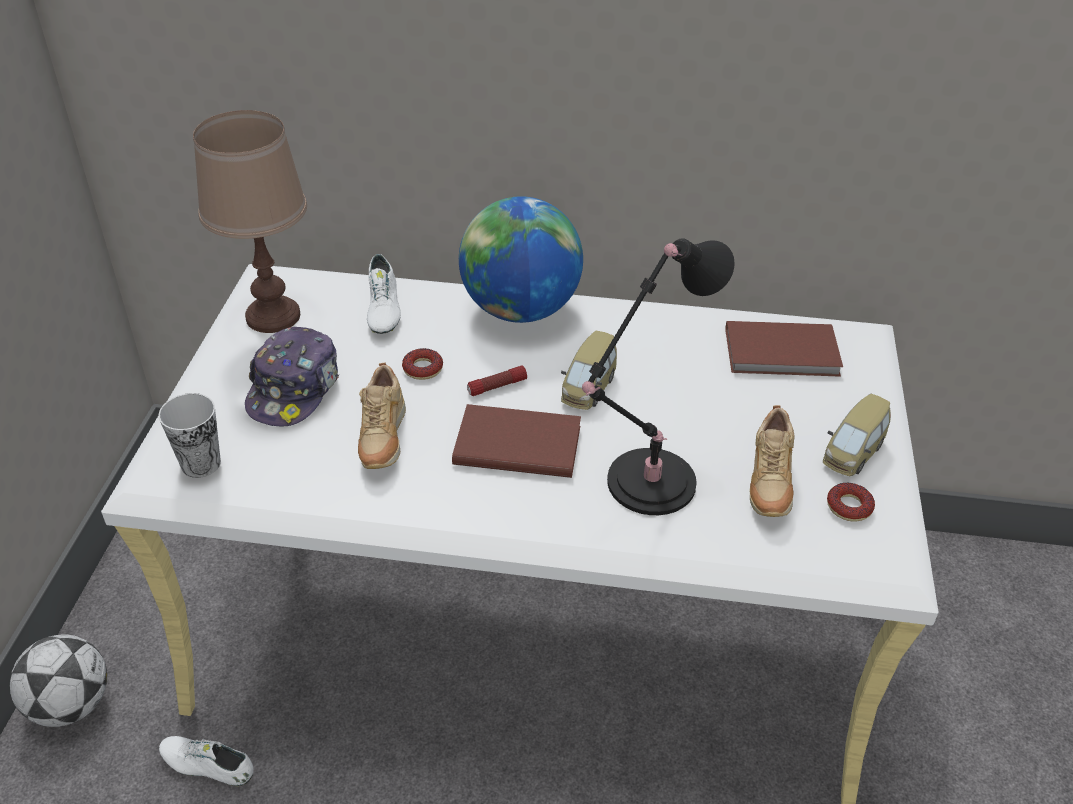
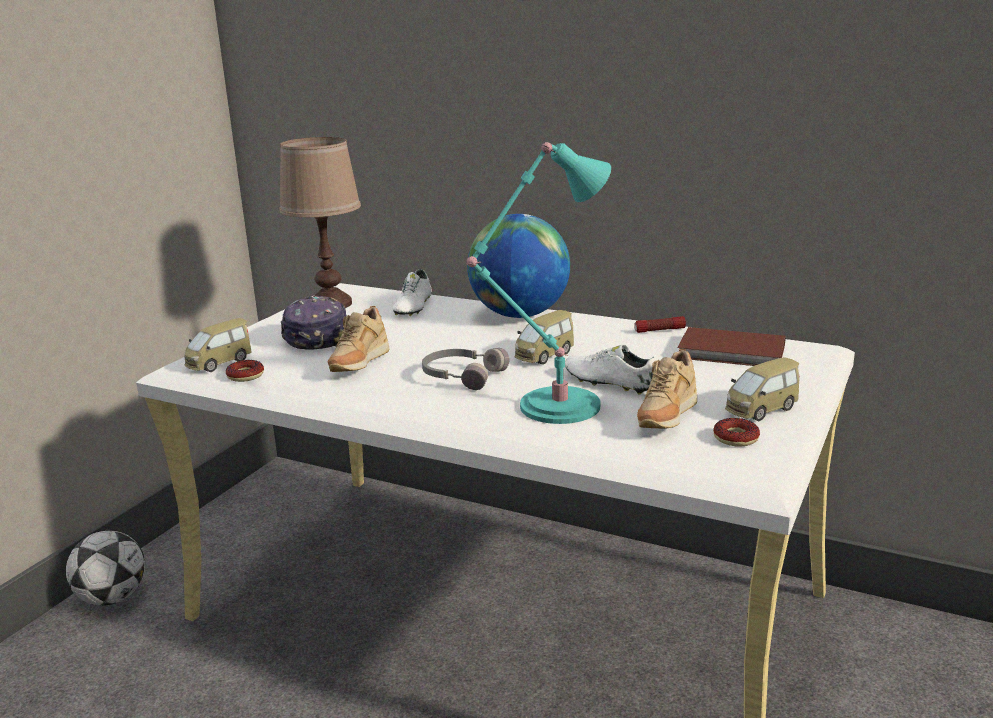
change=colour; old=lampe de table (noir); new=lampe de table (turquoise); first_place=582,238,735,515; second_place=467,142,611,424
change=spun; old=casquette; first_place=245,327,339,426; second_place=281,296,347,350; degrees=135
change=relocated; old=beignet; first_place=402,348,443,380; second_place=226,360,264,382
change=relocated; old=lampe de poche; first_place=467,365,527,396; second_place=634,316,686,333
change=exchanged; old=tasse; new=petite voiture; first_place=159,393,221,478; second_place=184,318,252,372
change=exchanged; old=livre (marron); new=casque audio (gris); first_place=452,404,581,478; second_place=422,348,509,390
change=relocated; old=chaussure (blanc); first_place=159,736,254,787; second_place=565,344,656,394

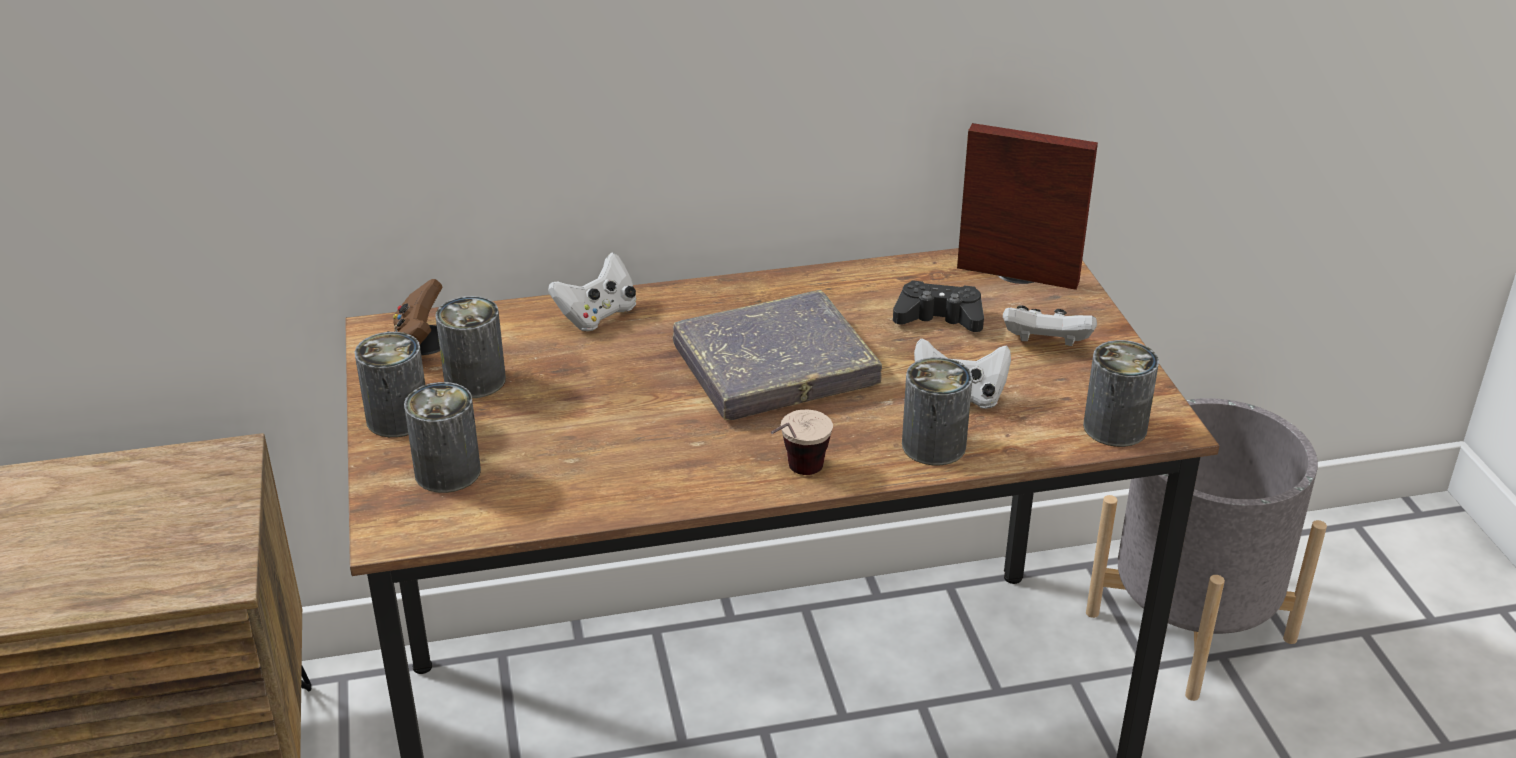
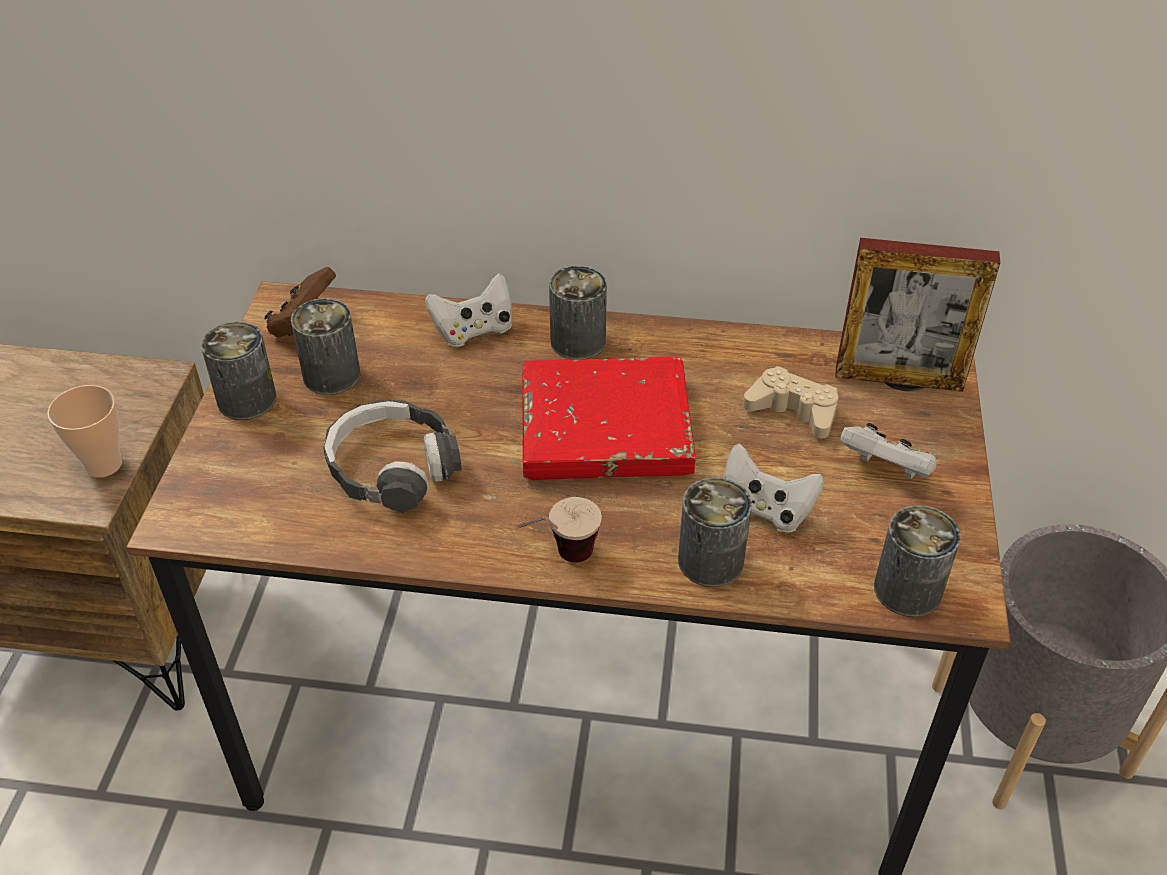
change=spun; old=cadre photo; first_place=957,123,1098,290; second_place=835,238,1000,392; degrees=150
change=colour; old=manette (noir); new=manette (beige); first_place=893,280,984,332; second_place=743,366,839,438
change=colour; old=livre (gris); new=livre (rouge); first_place=673,290,882,420; second_place=522,356,696,480
change=relocated; old=boîte métallique; first_place=404,382,481,493; second_place=549,266,607,360
change=appeared; new=tasse; second_place=47,385,122,478
change=appeared; new=casque audio; second_place=323,400,462,513

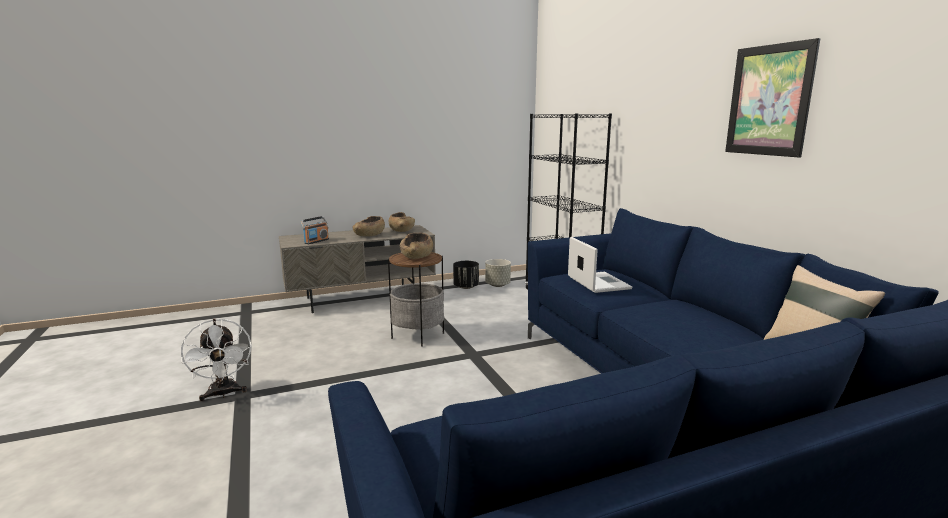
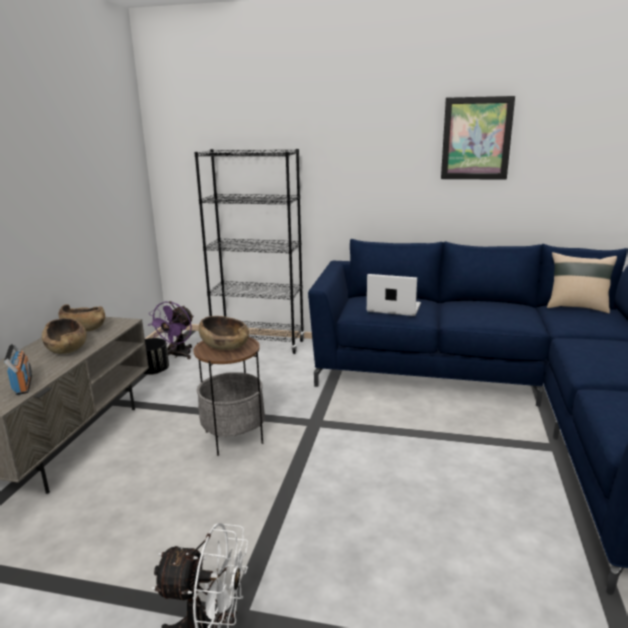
change=exchanged; old=cache-pot (gris); new=ventilateur (violet); first_place=485,259,511,287; second_place=148,301,194,359

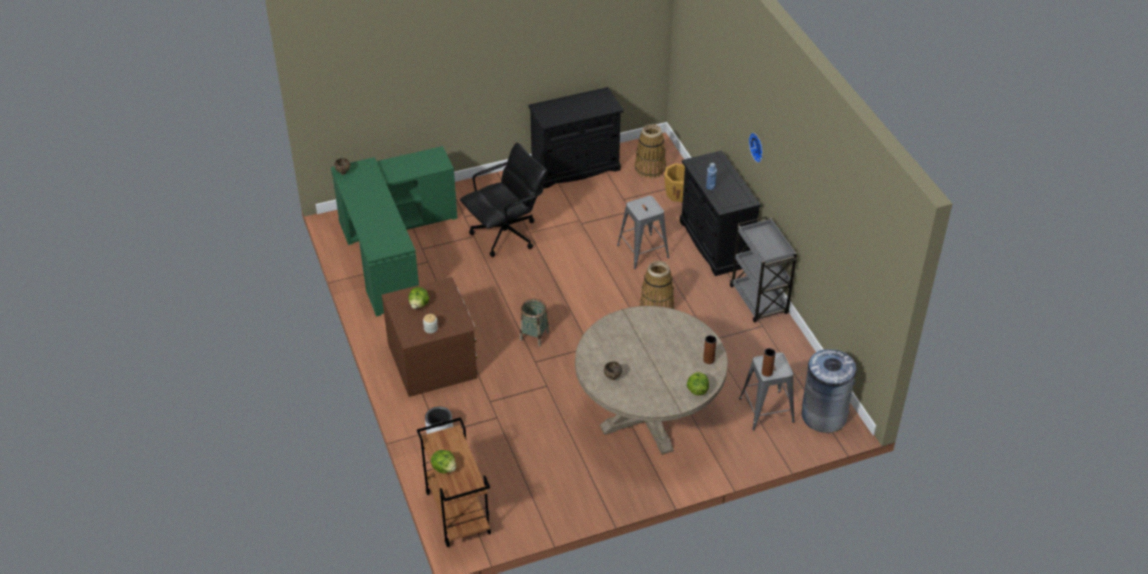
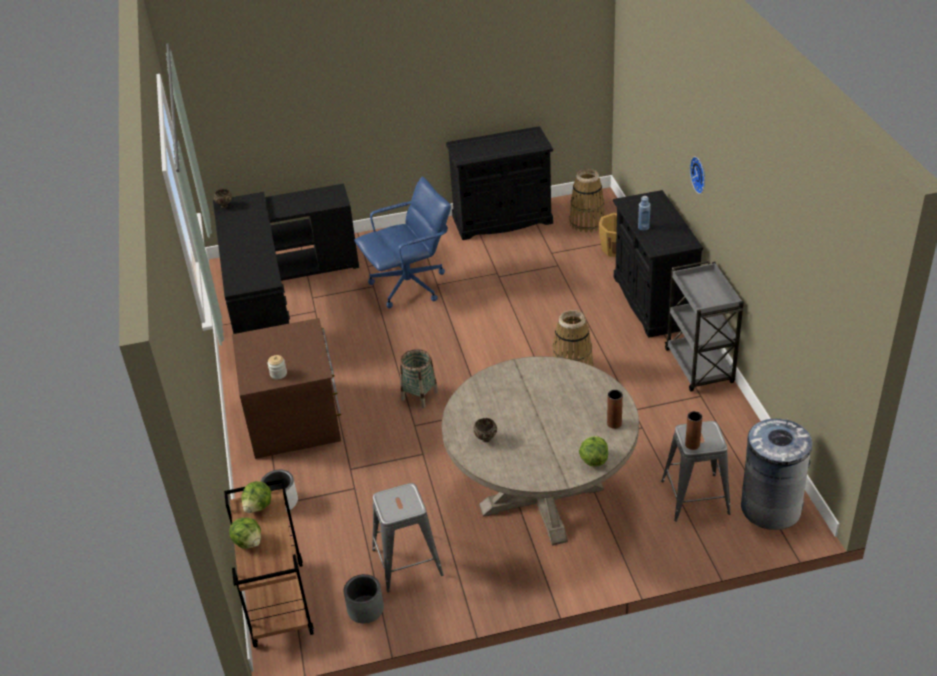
change=colour; old=chaise de bureau (noir); new=chaise de bureau (bleu); first_place=460,143,547,257; second_place=355,177,451,308
change=colour; old=bureau (vert); new=bureau (noir); first_place=331,146,457,317; second_place=213,184,359,334
change=relocated; old=tabouret (gris); first_place=617,196,669,269; second_place=372,483,444,592
change=relocated; old=laitue; first_place=409,287,429,309; second_place=241,481,271,513
change=appeared; new=cache-pot (gris); second_place=344,574,384,623

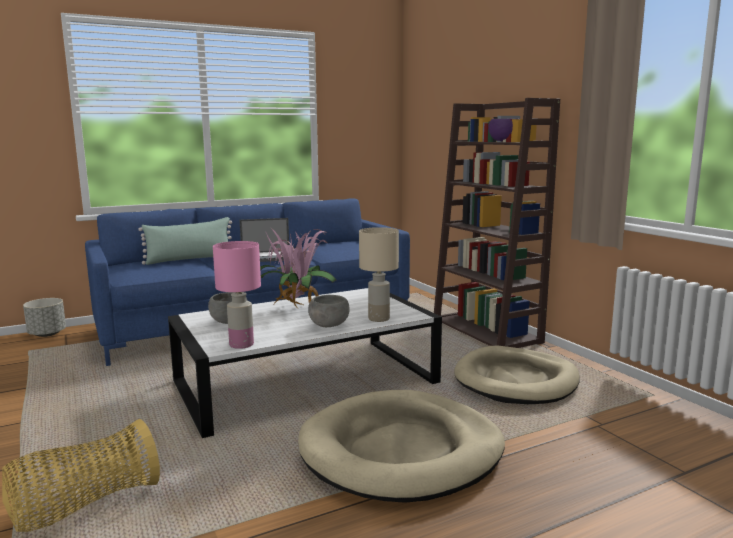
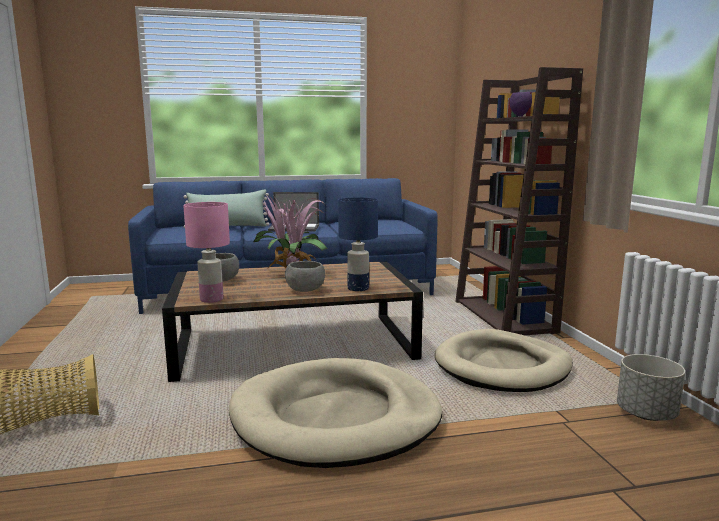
change=colour; old=lampe de table (beige); new=lampe de table (bleu); first_place=359,227,399,322; second_place=338,197,378,291
change=colour; old=table basse (blanc); new=table basse (marron); first_place=168,288,442,438; second_place=162,262,423,382
change=relocated; old=cache-pot (gris); first_place=23,298,66,337; second_place=617,354,685,421

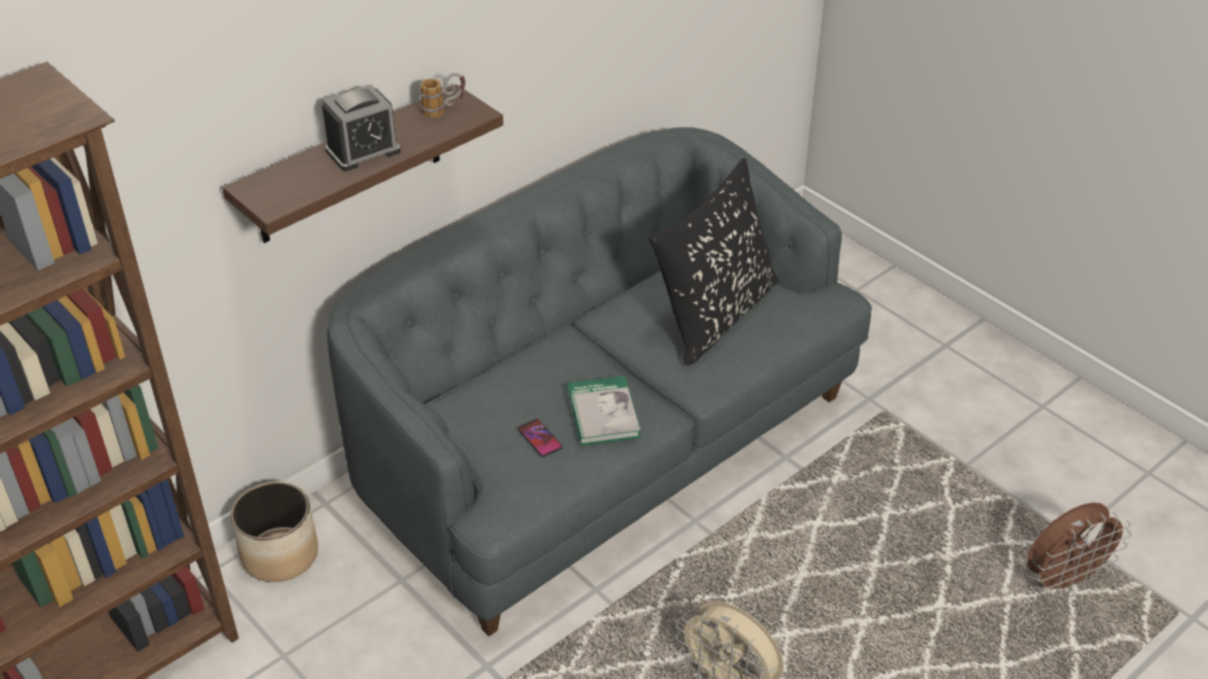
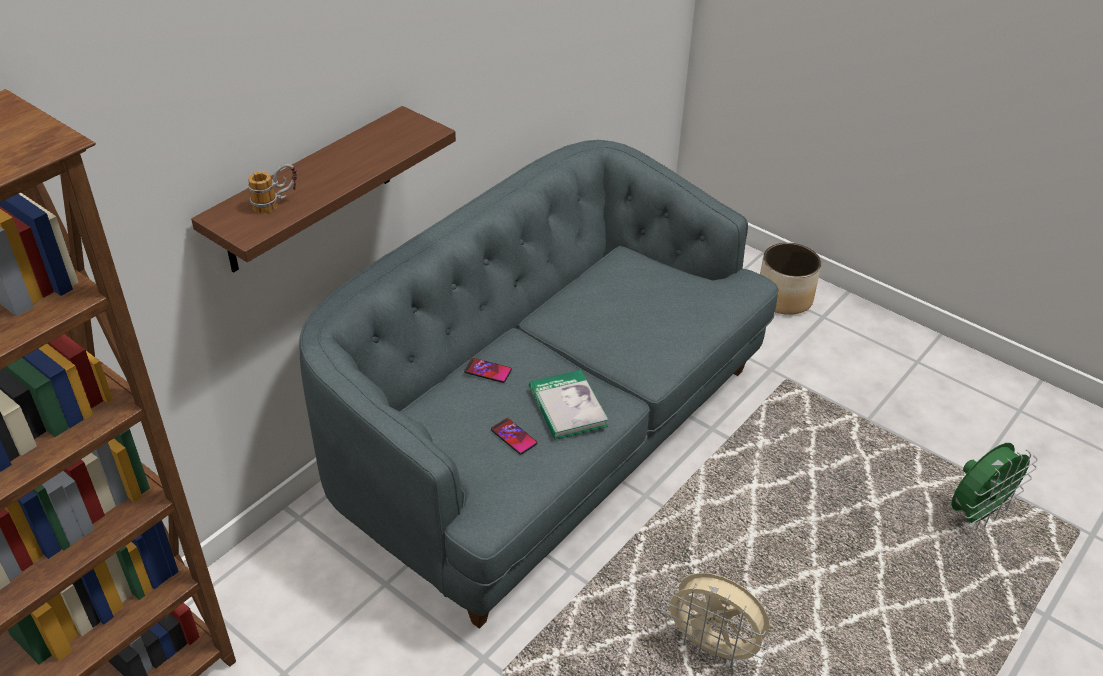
change=relocated; old=mug; first_place=420,73,465,118; second_place=248,164,297,213
change=missing; old=réveil; first_place=322,84,401,171
change=missing; old=coussin (noir); first_place=648,158,779,366
change=relocated; old=cache-pot; first_place=231,482,318,582; second_place=760,243,821,315
change=colour; old=ventilateur (marron); new=ventilateur (vert); first_place=1027,502,1131,597; second_place=951,443,1038,530
change=appeared; new=téléphone; second_place=464,358,512,383

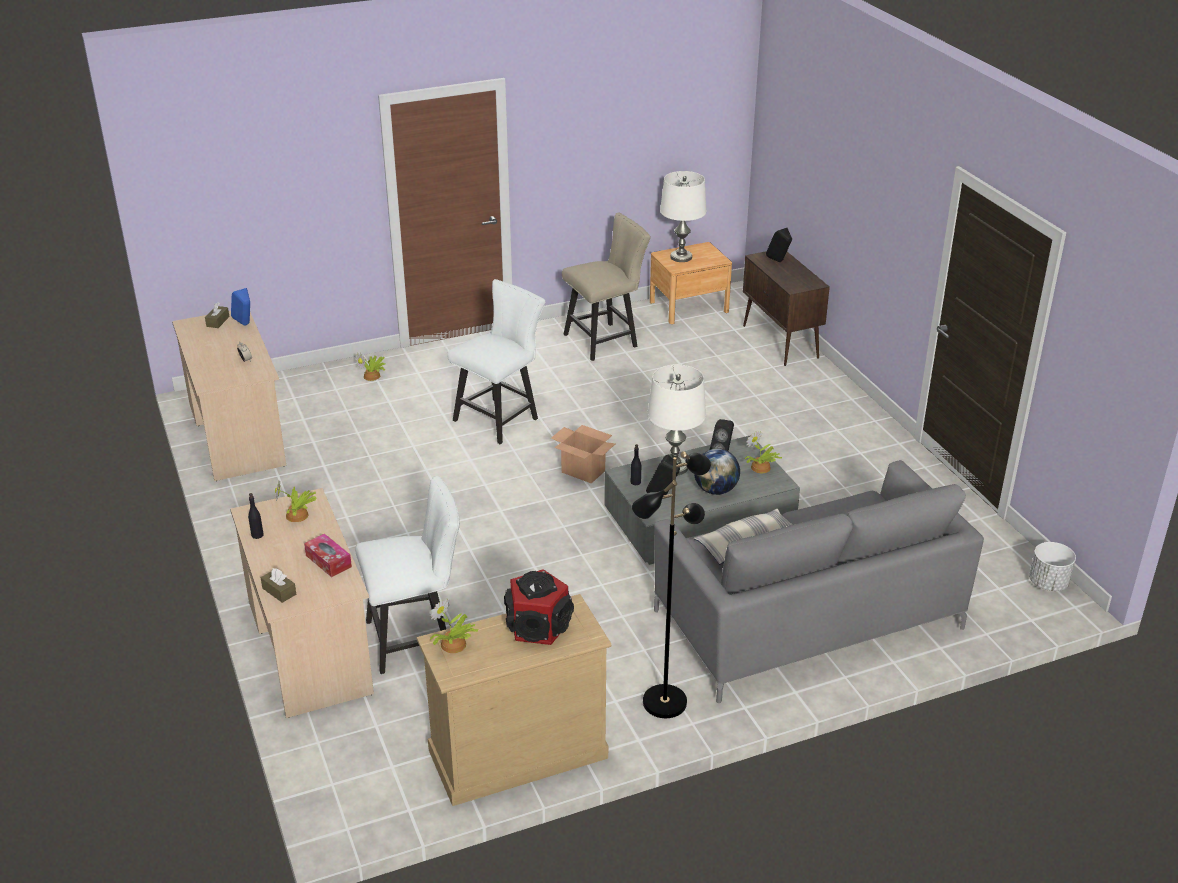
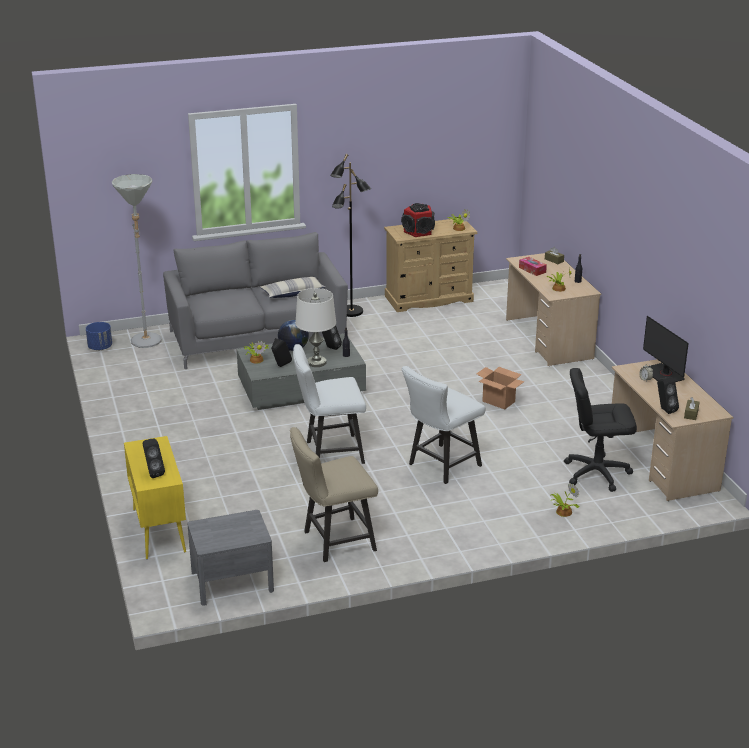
change=missing; old=lampe de table (blanc); first_place=660,171,707,262
change=colour; old=table de chevet (marron); new=table de chevet (gris); first_place=650,242,732,324; second_place=187,510,274,606
change=colour; old=meuble de rangement (marron); new=meuble de rangement (jaune); first_place=743,252,830,366; second_place=124,436,186,559
change=colour; old=enceinte (bleu); new=enceinte (noir); first_place=231,288,250,326; second_place=657,377,679,414
change=relocated; old=carton; first_place=551,425,615,483; second_place=476,367,524,410
change=relocated; old=chaise (blanc); first_place=355,476,460,674; second_place=293,344,366,464
change=colour; old=cache-pot (blanc); new=cache-pot (bleu); first_place=1029,542,1076,591; second_place=86,322,112,350
change=appeared; new=lampadaire (gris); second_place=112,174,162,348
change=appeared; new=écran d'ordinateur; second_place=643,316,689,382
change=appeared; new=chaise de bureau (noir); second_place=564,368,637,492

